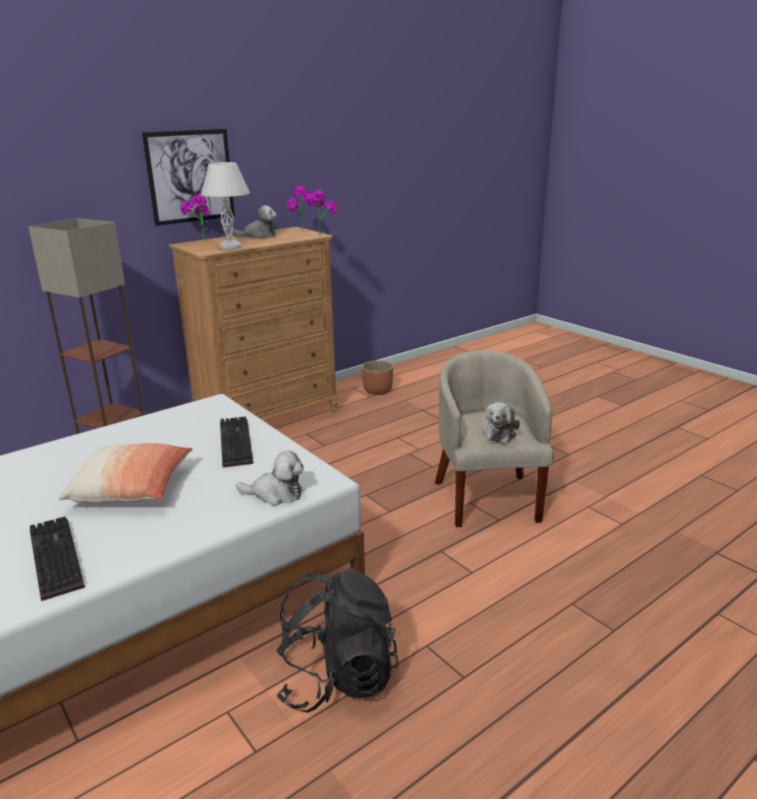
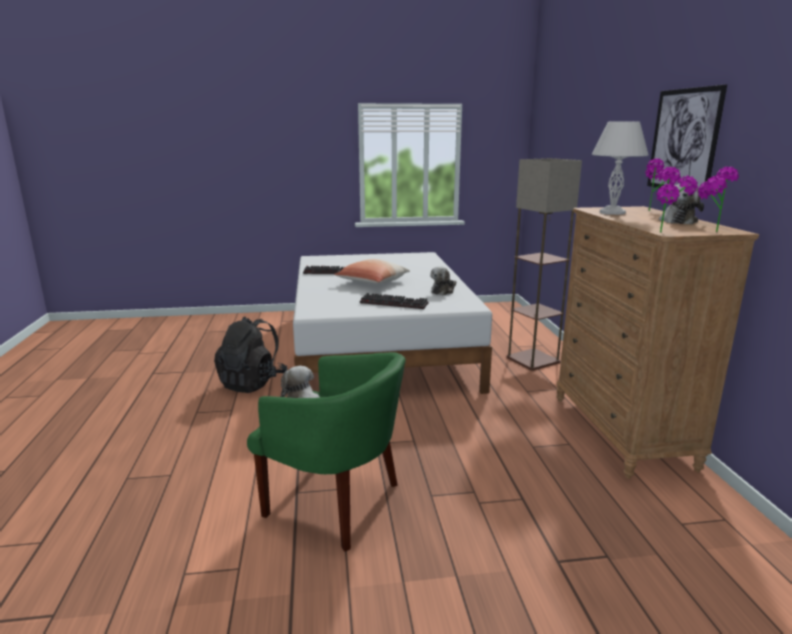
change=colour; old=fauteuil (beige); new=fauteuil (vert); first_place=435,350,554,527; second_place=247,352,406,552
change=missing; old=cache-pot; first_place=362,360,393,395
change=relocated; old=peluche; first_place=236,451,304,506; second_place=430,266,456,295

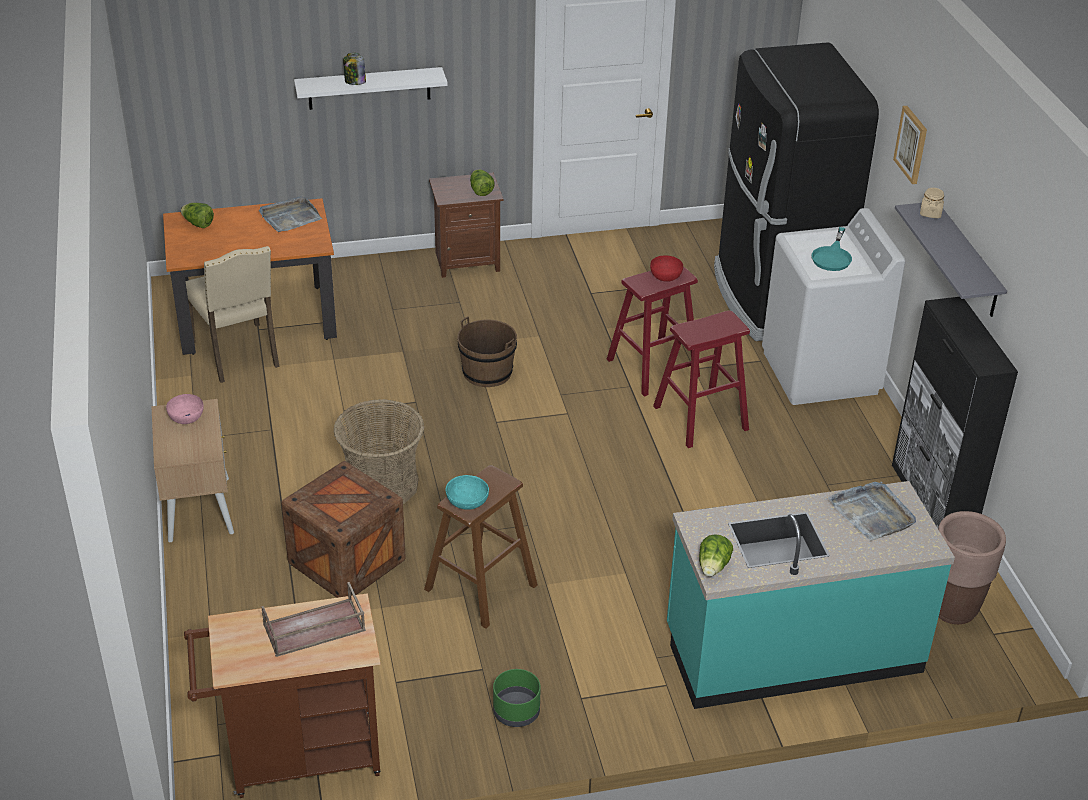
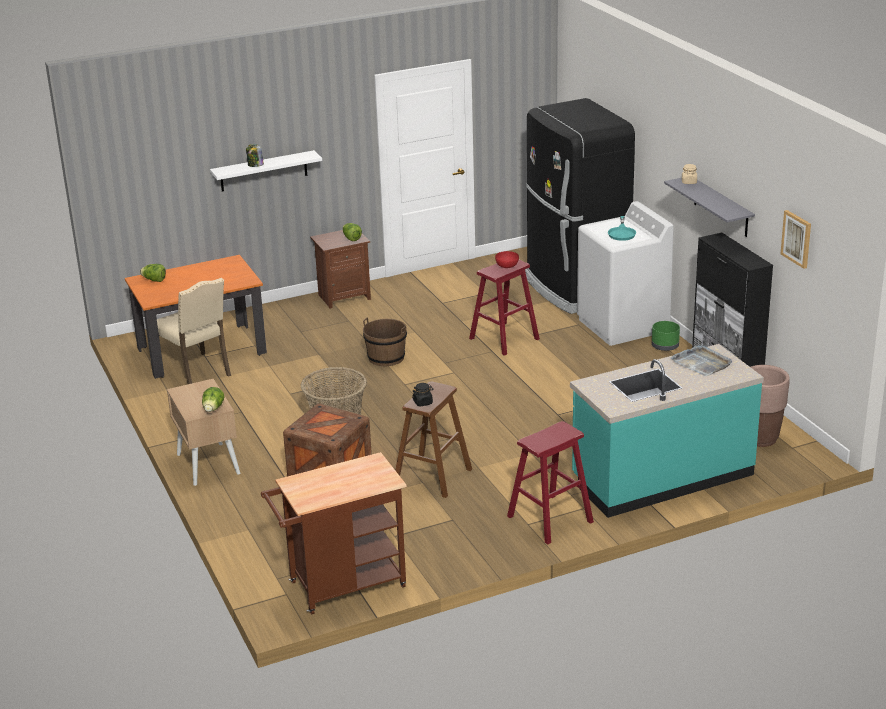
change=relocated; old=tableau; first_place=893,106,927,184; second_place=781,210,811,269
change=missing; old=plateau (gris); first_place=259,197,322,232
change=relocated; old=tabouret (rouge); first_place=653,310,750,448; second_place=507,421,594,544
change=missing; old=bol (rose); first_place=166,394,204,424
change=exchanged; old=bol (turquoise); new=bocal (noir); first_place=446,475,489,510; second_place=412,383,433,406
change=relocated; old=laitue; first_place=699,534,733,576; second_place=202,387,225,412
change=missing; old=plateau (marron); first_place=261,582,366,657
change=relocated; old=cache-pot (vert); first_place=493,669,541,727; second_place=652,321,680,351

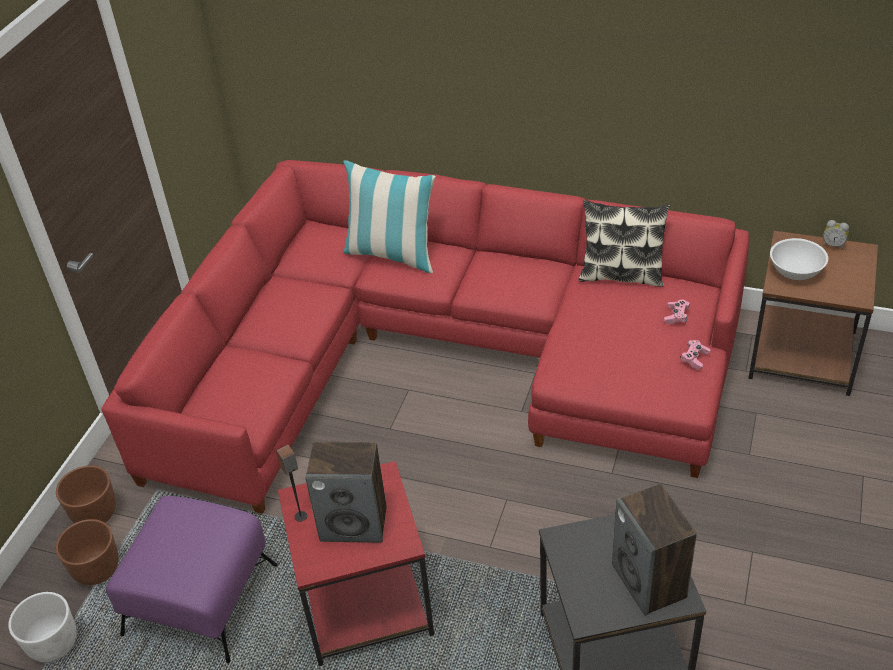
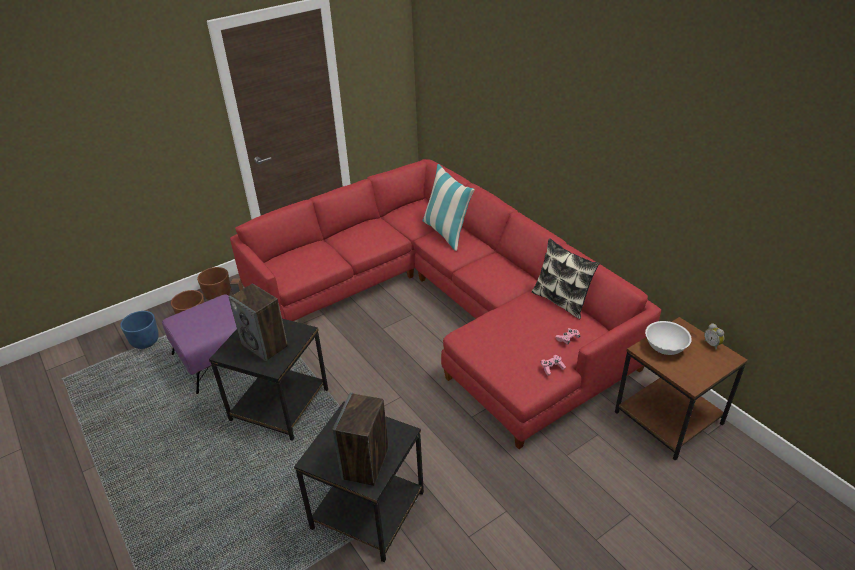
change=colour; old=table d'appoint (rouge); new=table d'appoint (noir); first_place=278,461,434,666; second_place=209,319,328,441
change=colour; old=cache-pot (blanc); new=cache-pot (bleu); first_place=8,592,77,662; second_place=120,311,159,349

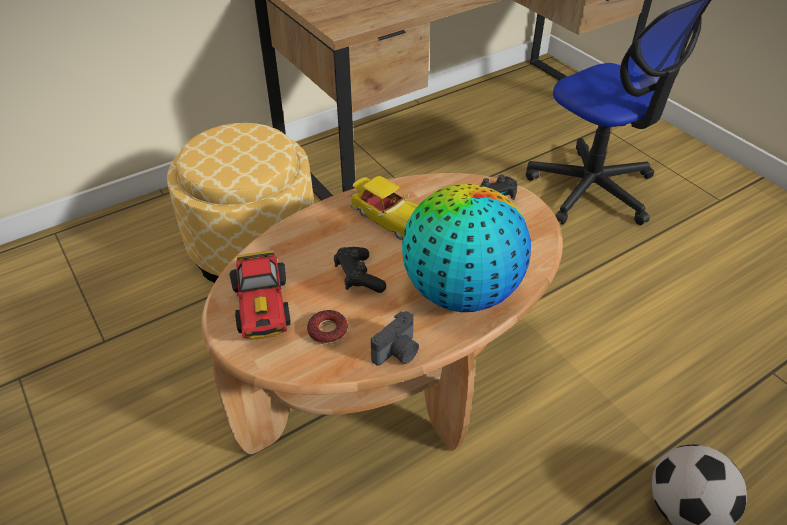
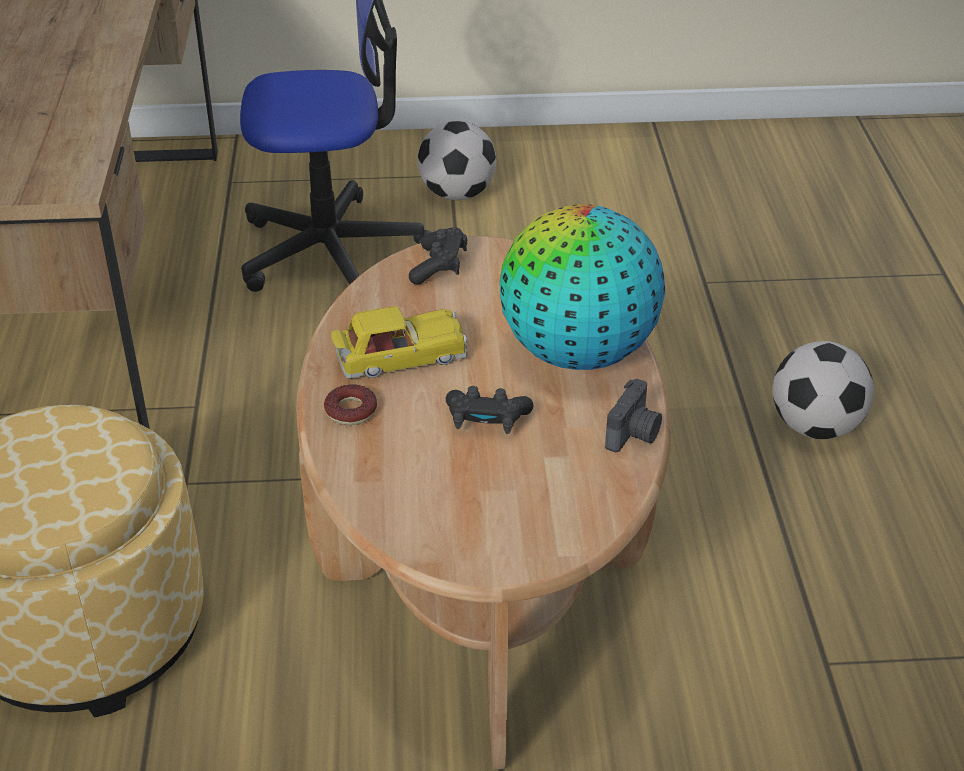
change=missing; old=petite voiture; first_place=229,250,291,340
change=relocated; old=beignet; first_place=307,310,348,344; second_place=324,384,377,425
change=spun; old=appareil photo; first_place=371,311,419,366; second_place=605,379,662,452; degrees=45
change=appeared; new=ballon de foot; second_place=418,121,497,200

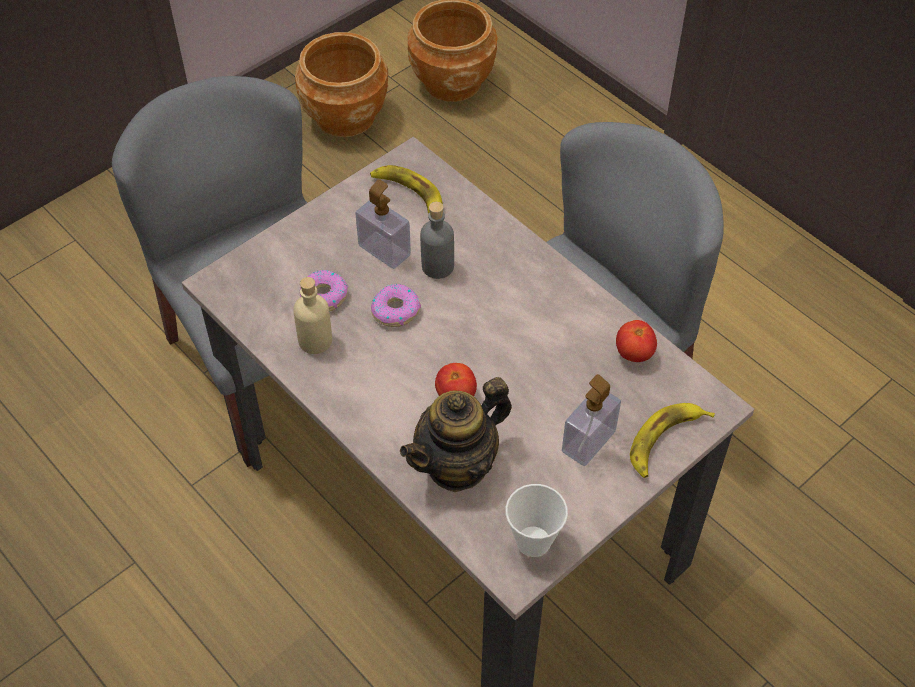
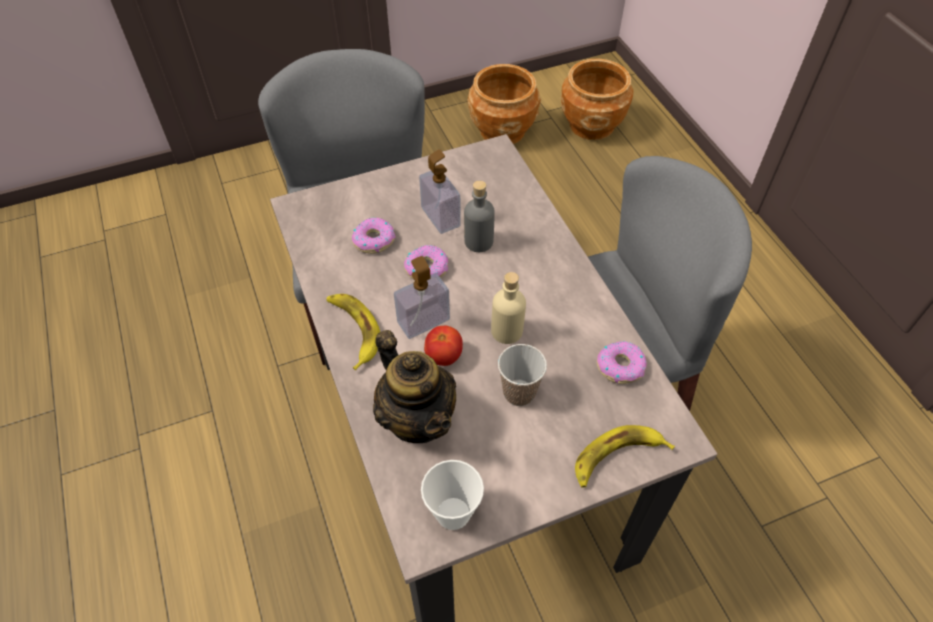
change=relocated; old=banane; first_place=370,165,443,214; second_place=327,294,380,370
change=relocated; old=bouteille (beige); first_place=293,277,332,354; second_place=491,272,526,344
change=exchanged; old=tomate; new=beignet; first_place=616,320,657,362; second_place=597,341,647,384
change=relocated; old=distributeur de savon; first_place=562,374,621,466; second_place=394,256,450,339
change=spun; old=théière; first_place=400,377,512,492; second_place=373,330,456,443; degrees=-105
change=appeared; new=tasse; second_place=498,344,547,406

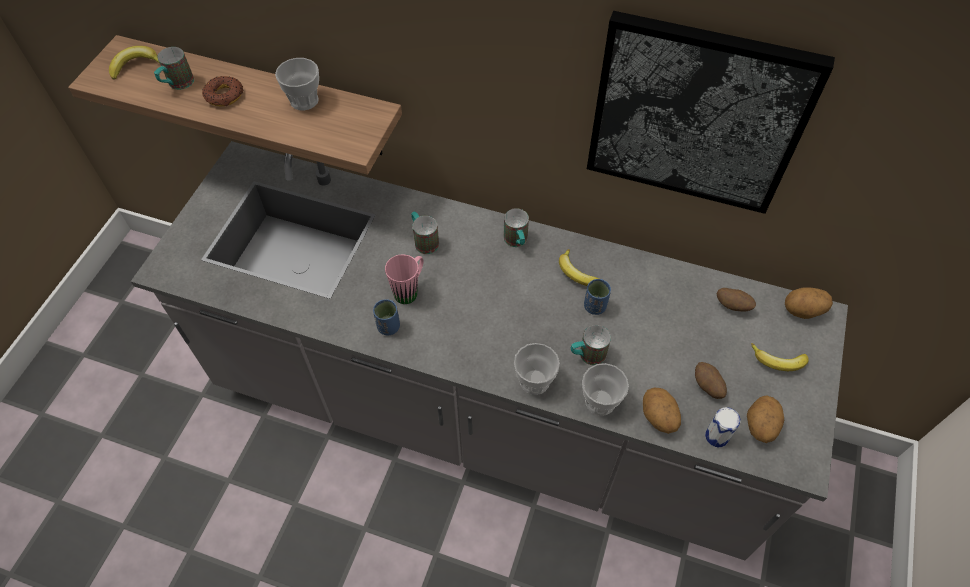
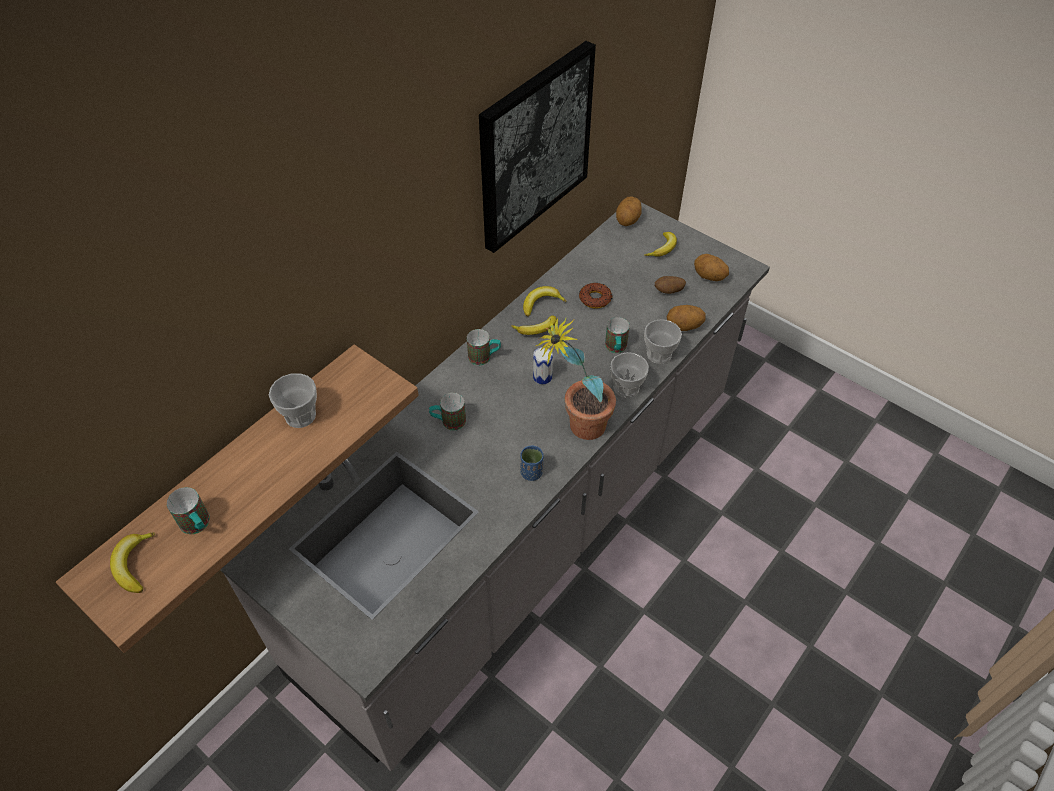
change=relocated; old=beignet; first_place=202,76,243,106; second_place=579,283,613,308
change=missing; old=mug (rose); first_place=385,254,424,304
change=missing; old=tasse (bleu); first_place=584,279,611,315
change=missing; old=pomme de terre; first_place=717,288,756,311
change=relocated; old=boîte métallique; first_place=705,407,741,447; second_place=533,347,553,384
change=appeared; new=banane; second_place=523,286,566,316
change=appeared; new=plante en pot; second_place=536,318,616,440

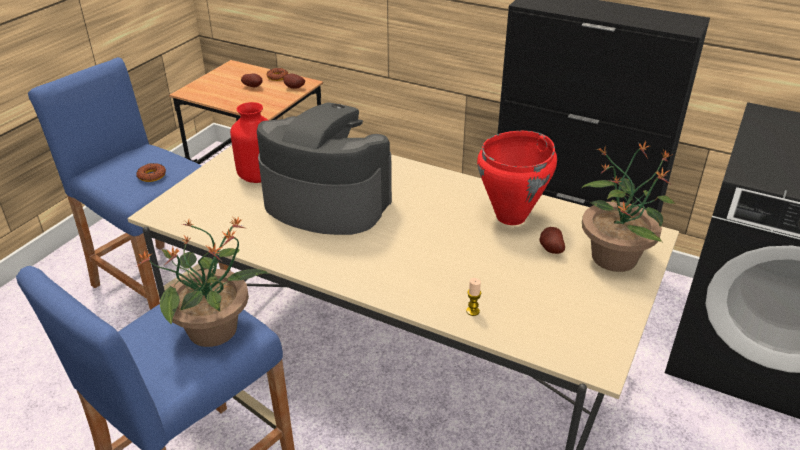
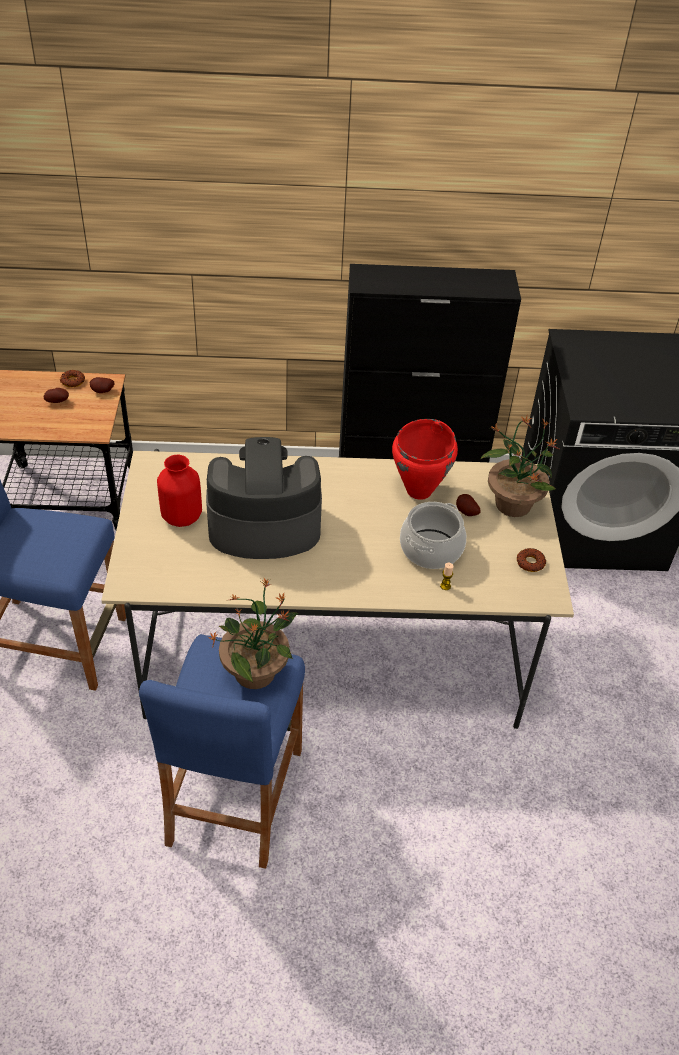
change=relocated; old=beignet; first_place=136,163,166,182; second_place=517,548,546,572
change=appeared; new=marmite; second_place=400,502,466,569

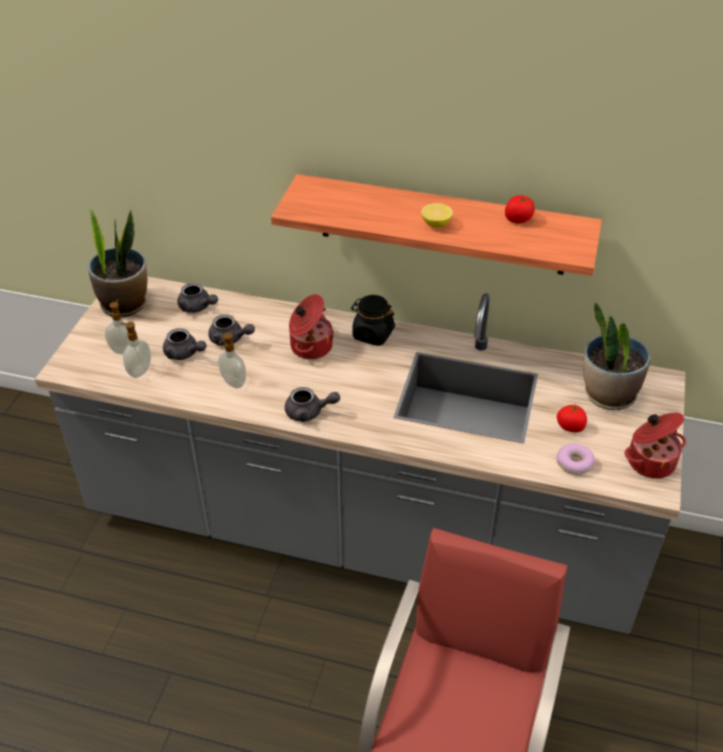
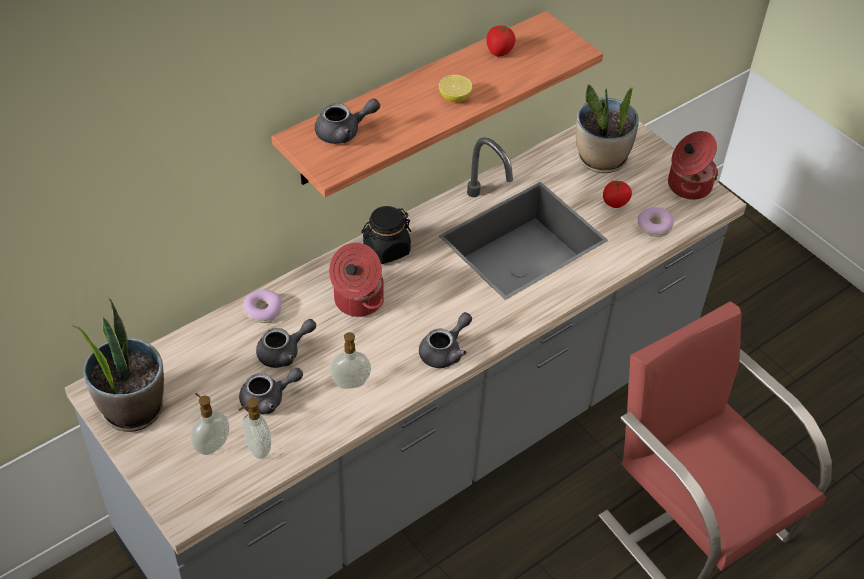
change=relocated; old=théière (gris); first_place=177,283,218,313; second_place=315,98,380,144
change=appeared; new=beignet; second_place=243,290,282,323

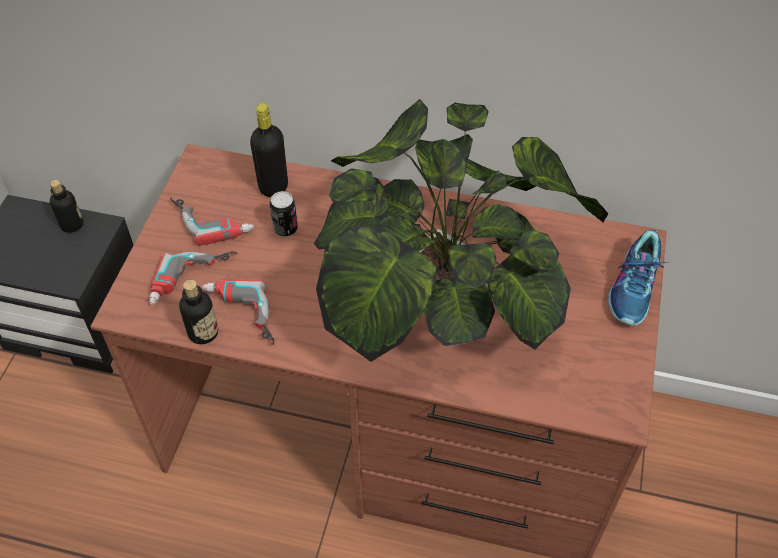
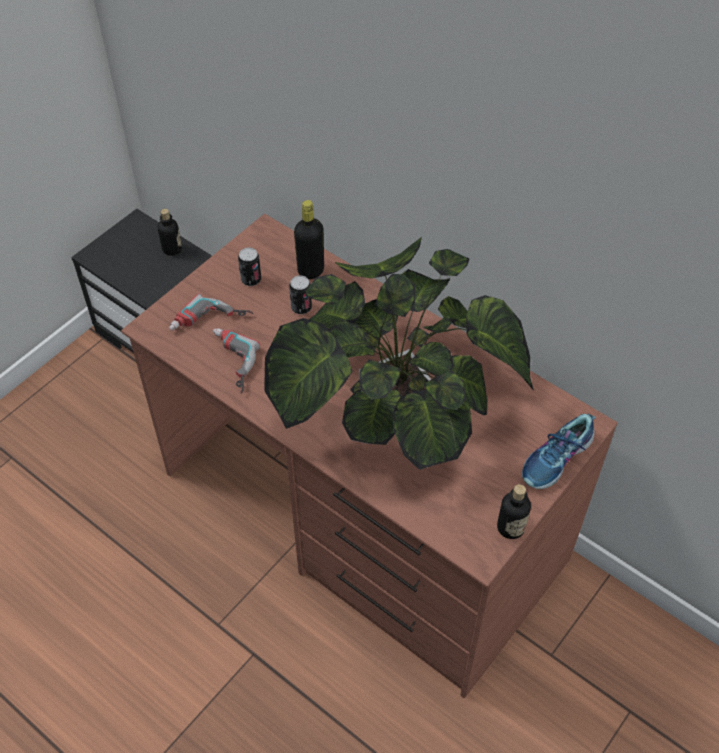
change=exchanged; old=perceuse; new=boîte métallique; first_place=170,197,254,246; second_place=238,248,261,286
change=relocated; old=bouteille; first_place=179,280,218,344; second_place=497,484,531,539

